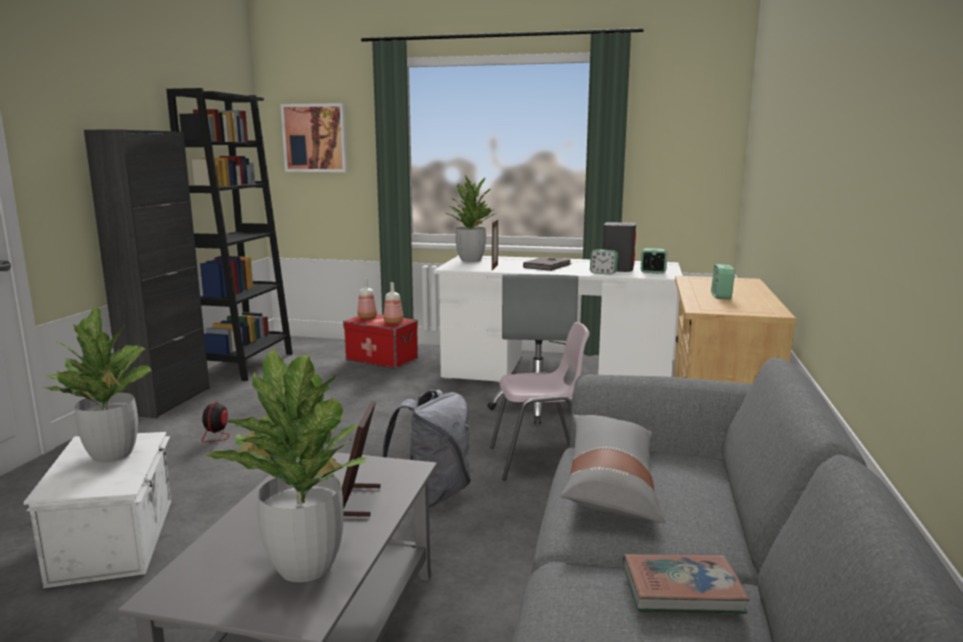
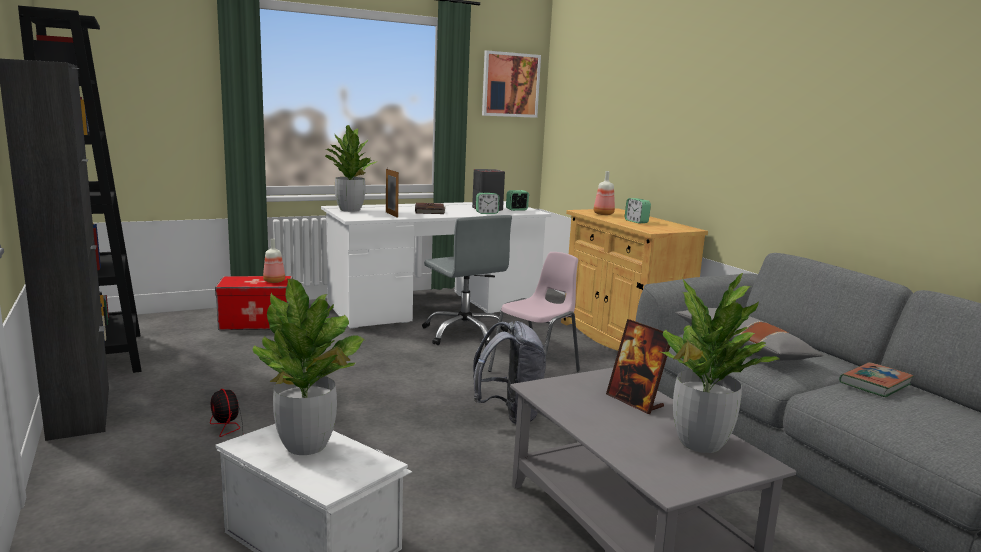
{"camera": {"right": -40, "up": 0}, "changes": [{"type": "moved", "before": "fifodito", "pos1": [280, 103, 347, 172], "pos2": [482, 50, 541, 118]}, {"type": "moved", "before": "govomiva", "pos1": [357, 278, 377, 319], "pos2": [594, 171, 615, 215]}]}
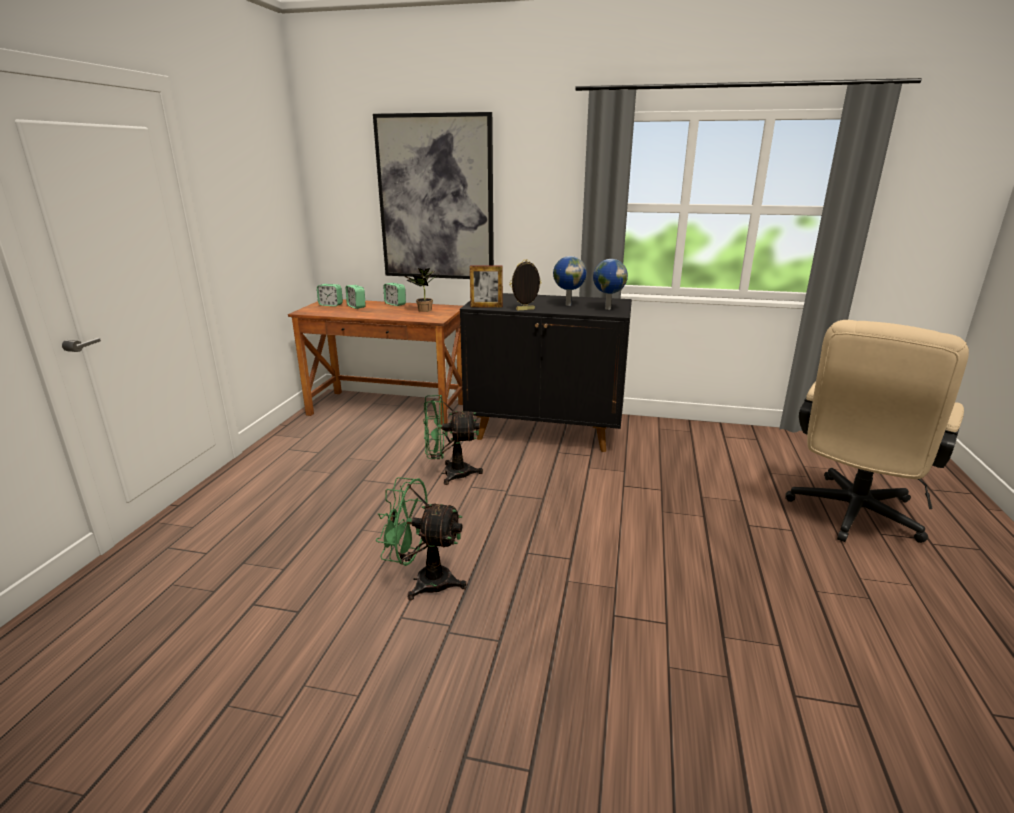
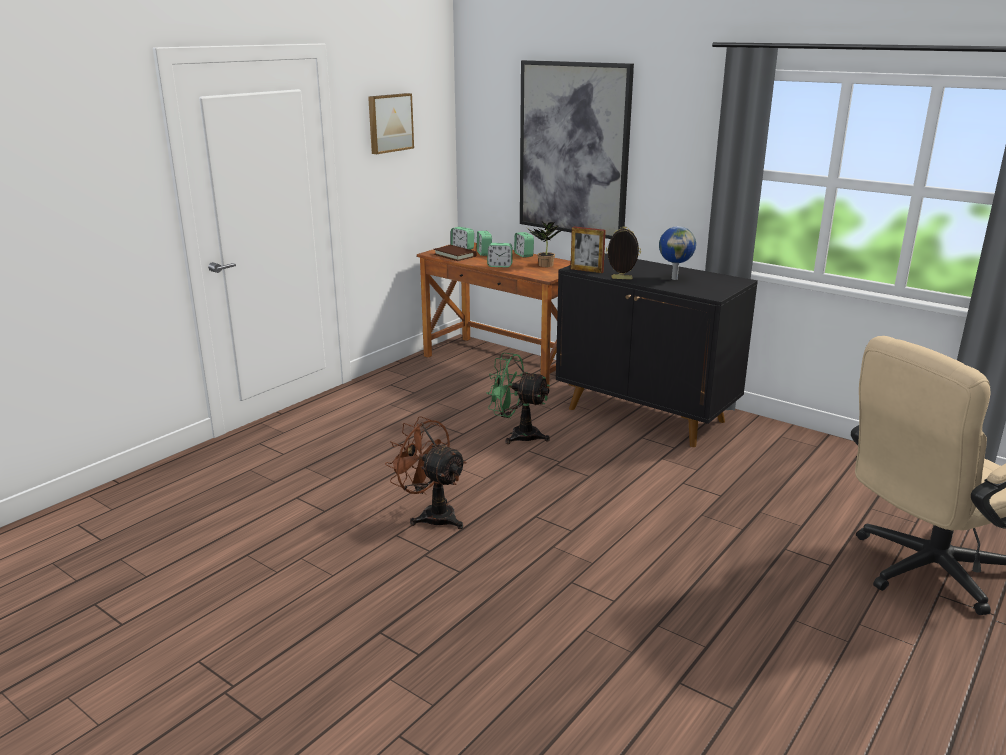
{"camera": {"right": 25, "up": 0}, "changes": [{"type": "added", "after": "fifodito", "pos2": [368, 93, 414, 154]}, {"type": "recoloured", "before": "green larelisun", "after": "brown larelisun", "pos1": [376, 477, 467, 600], "pos2": [385, 416, 467, 529]}, {"type": "added", "after": "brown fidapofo", "pos2": [434, 245, 476, 261]}, {"type": "added", "after": "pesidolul", "pos2": [487, 243, 513, 267]}, {"type": "removed", "before": "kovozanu", "pos1": [593, 259, 628, 310]}]}
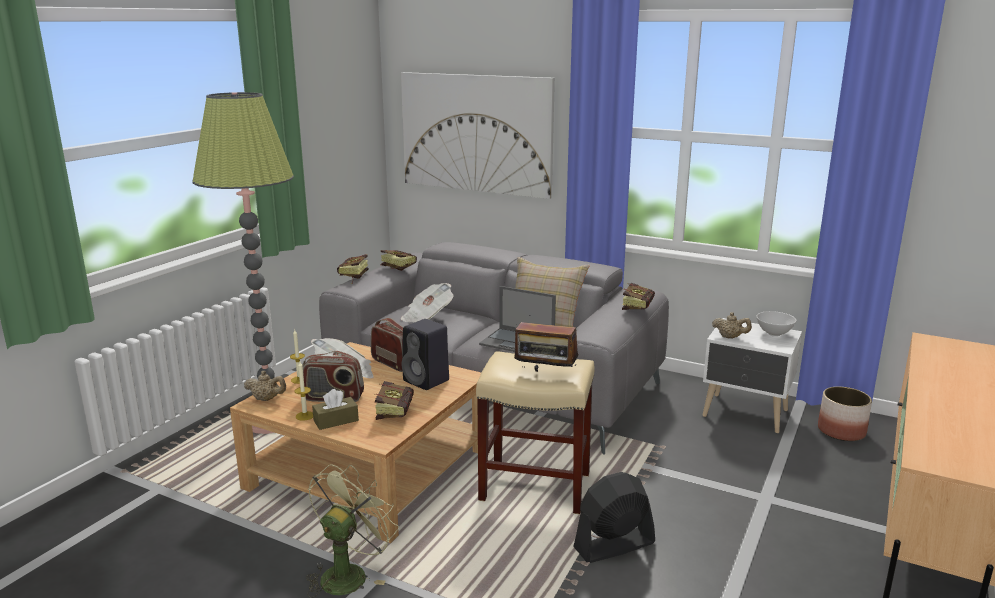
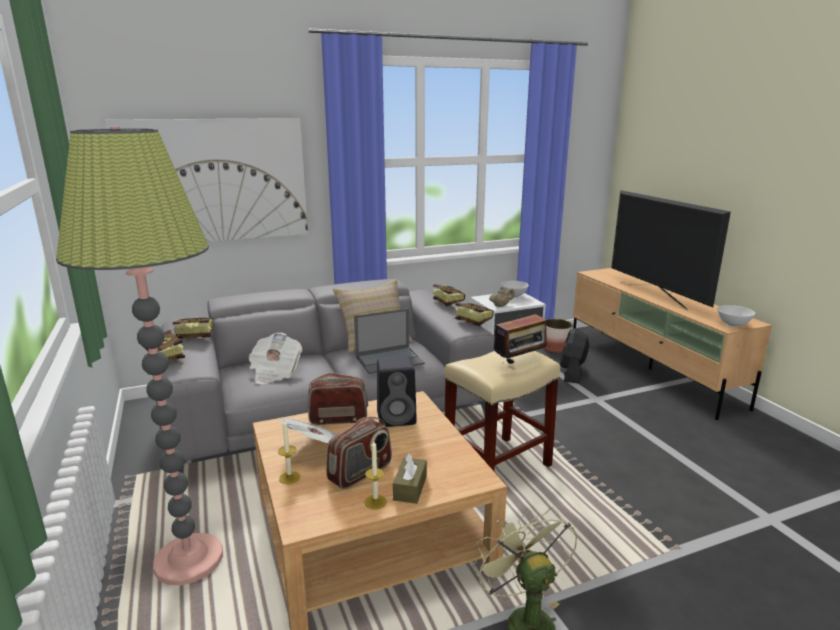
{"camera": {"right": -50, "up": 0}, "changes": [{"type": "moved", "before": "fidapofo", "pos1": [375, 381, 414, 420], "pos2": [454, 303, 494, 326]}, {"type": "moved", "before": "black larelisun", "pos1": [573, 472, 655, 563], "pos2": [560, 328, 590, 384]}, {"type": "added", "after": "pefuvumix", "pos2": [611, 190, 731, 310]}, {"type": "added", "after": "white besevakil", "pos2": [717, 305, 755, 327]}, {"type": "removed", "before": "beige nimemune", "pos1": [244, 371, 286, 401]}]}
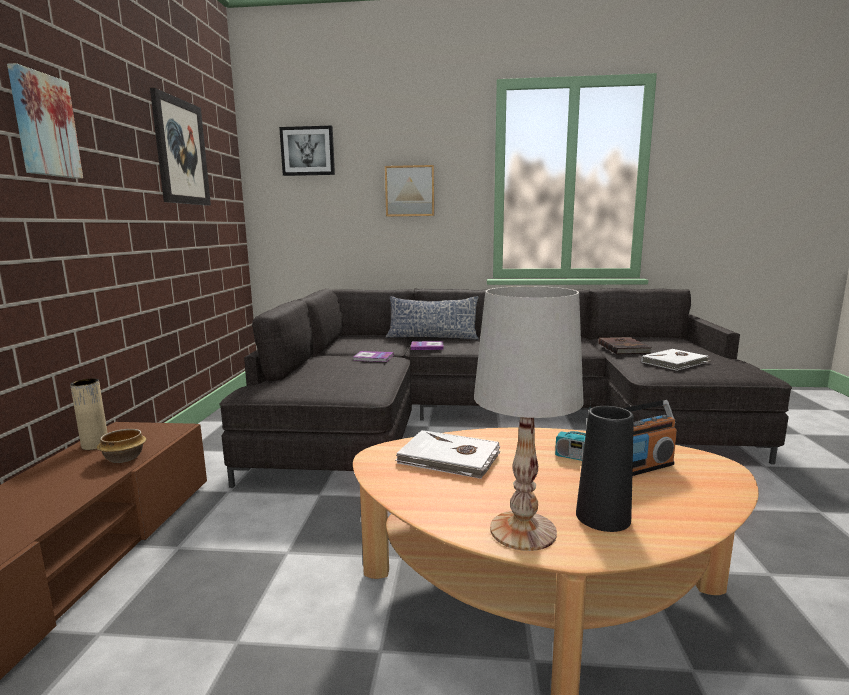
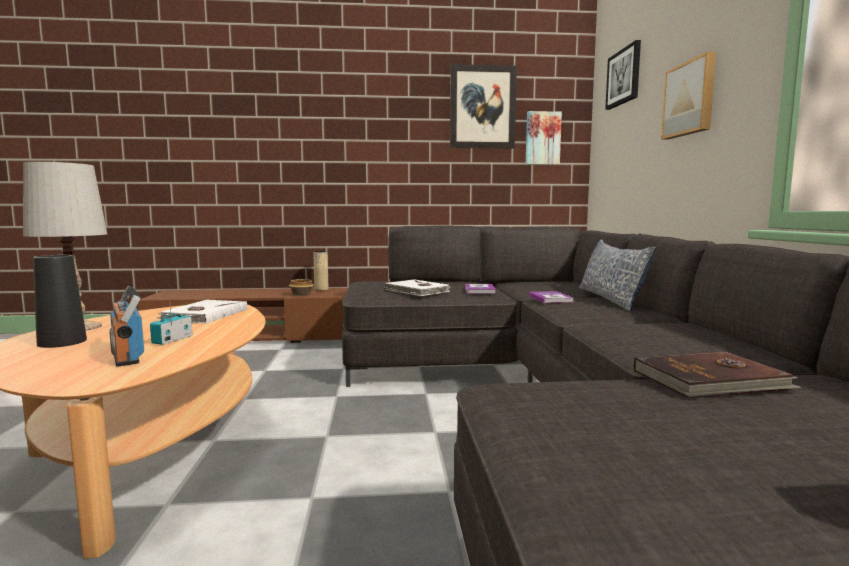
{"camera": {"right": 80, "up": -5}, "changes": [{"type": "moved", "before": "white fidapofo", "pos1": [641, 349, 710, 371], "pos2": [384, 279, 450, 296]}, {"type": "moved", "before": "fifodito", "pos1": [7, 63, 83, 179], "pos2": [526, 111, 562, 165]}]}
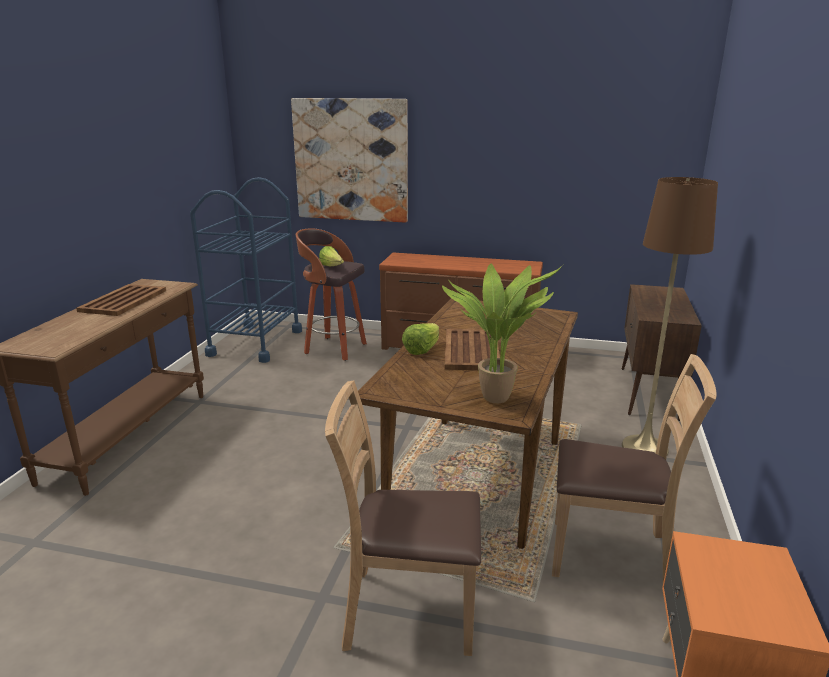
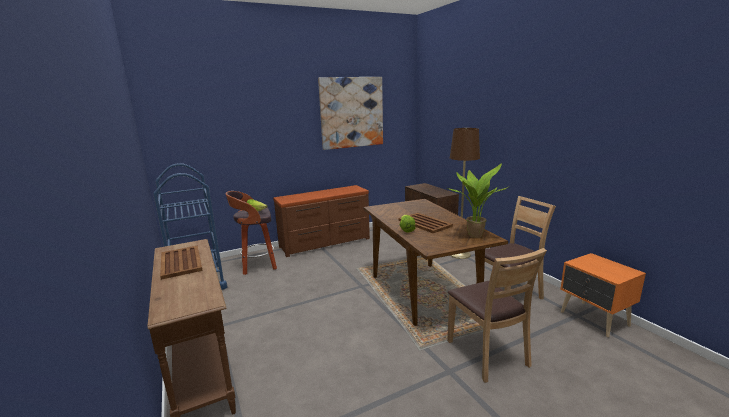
{"camera": {"right": -40, "up": -5}, "changes": [{"type": "moved", "before": "fifodito", "pos1": [291, 98, 408, 223], "pos2": [318, 77, 383, 150]}, {"type": "turned", "before": "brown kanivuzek", "pos1": [325, 381, 481, 656], "pos2": [447, 248, 547, 383], "turn": -75}]}
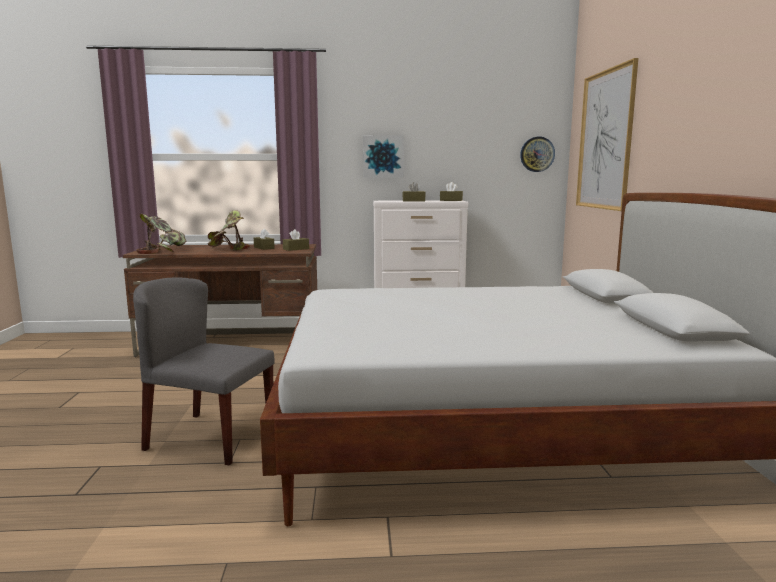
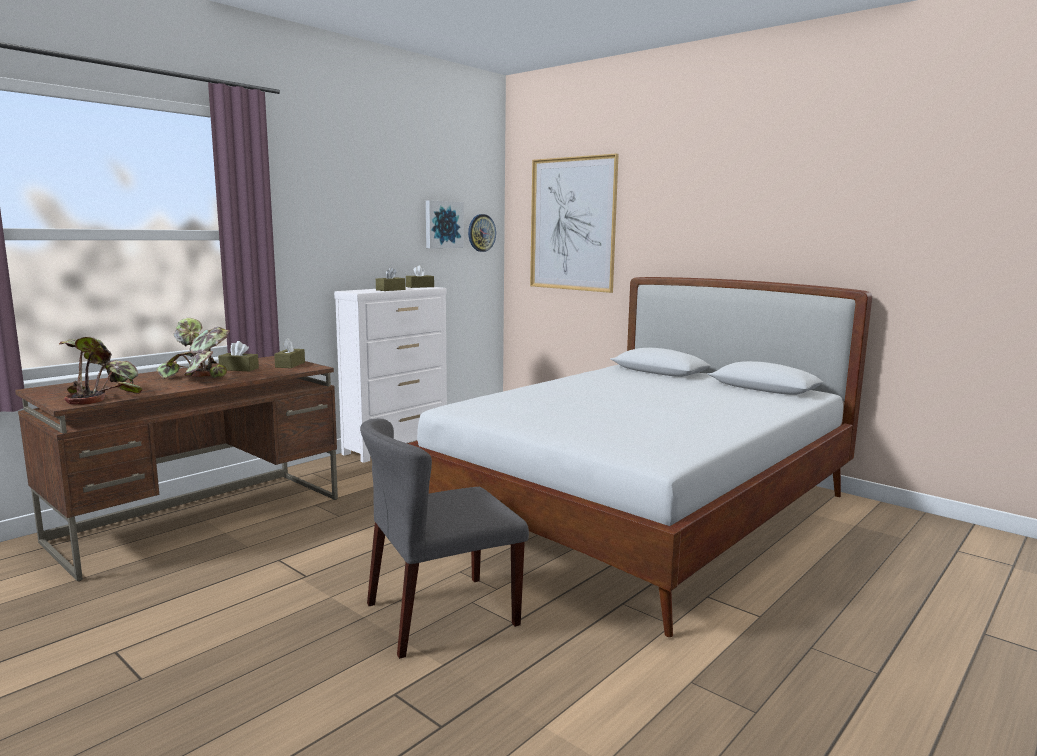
{"camera": {"right": -45, "up": 0}, "changes": [{"type": "moved", "before": "fifodito", "pos1": [363, 135, 404, 178], "pos2": [426, 200, 464, 248]}]}
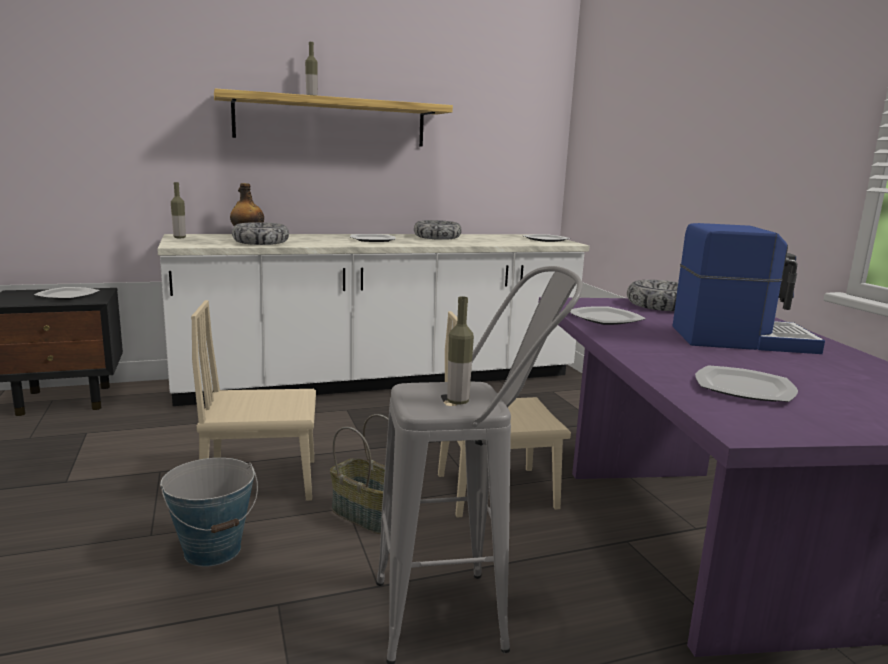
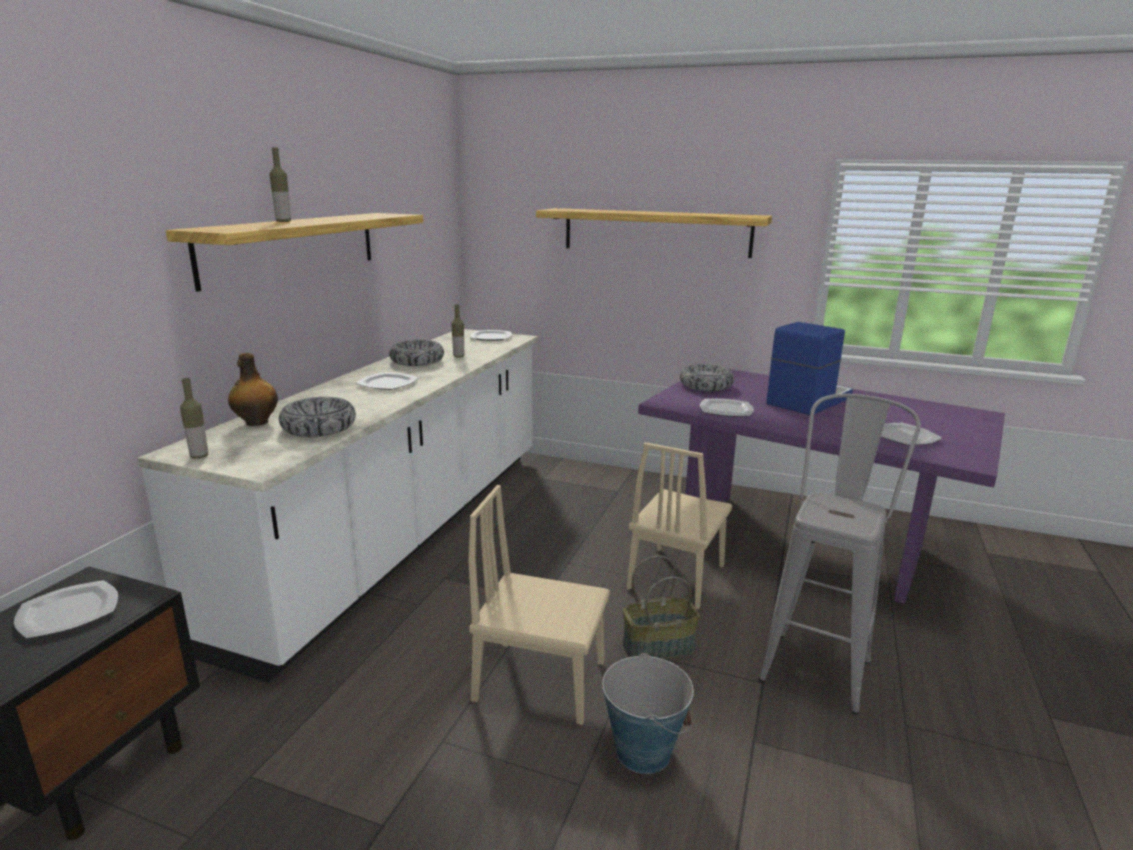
{"camera": {"right": -50, "up": 5}, "changes": [{"type": "moved", "before": "govomiva", "pos1": [447, 296, 474, 405], "pos2": [451, 304, 464, 358]}, {"type": "turned", "before": "beige kanivuzek", "pos1": [191, 300, 316, 501], "pos2": [468, 485, 610, 725], "turn": 75}, {"type": "added", "after": "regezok", "pos2": [536, 208, 772, 258]}]}
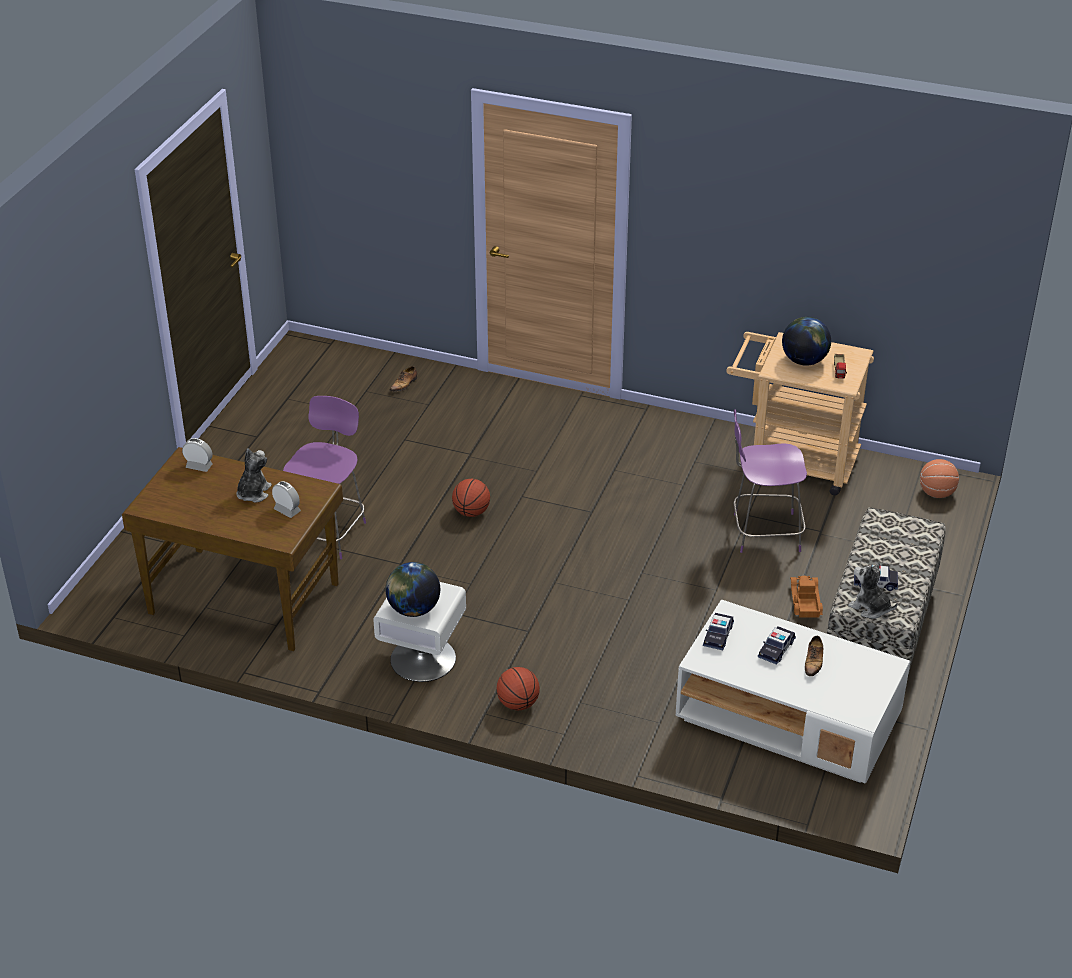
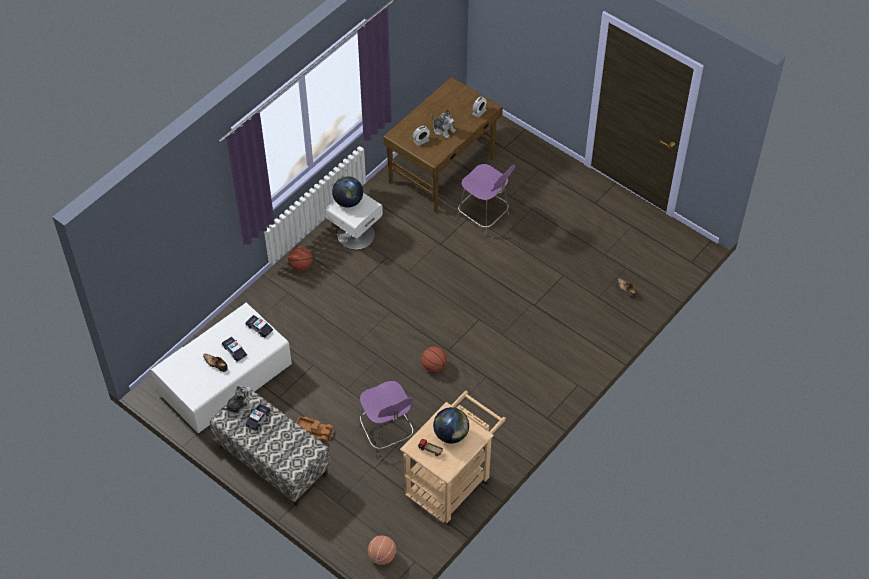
{"camera": {"right": 110, "up": 15}, "changes": [{"type": "turned", "before": "purple kanivuzek", "pos1": [733, 410, 807, 553], "pos2": [359, 381, 413, 457], "turn": 135}, {"type": "moved", "before": "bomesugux", "pos1": [452, 479, 490, 517], "pos2": [421, 346, 447, 372]}]}
